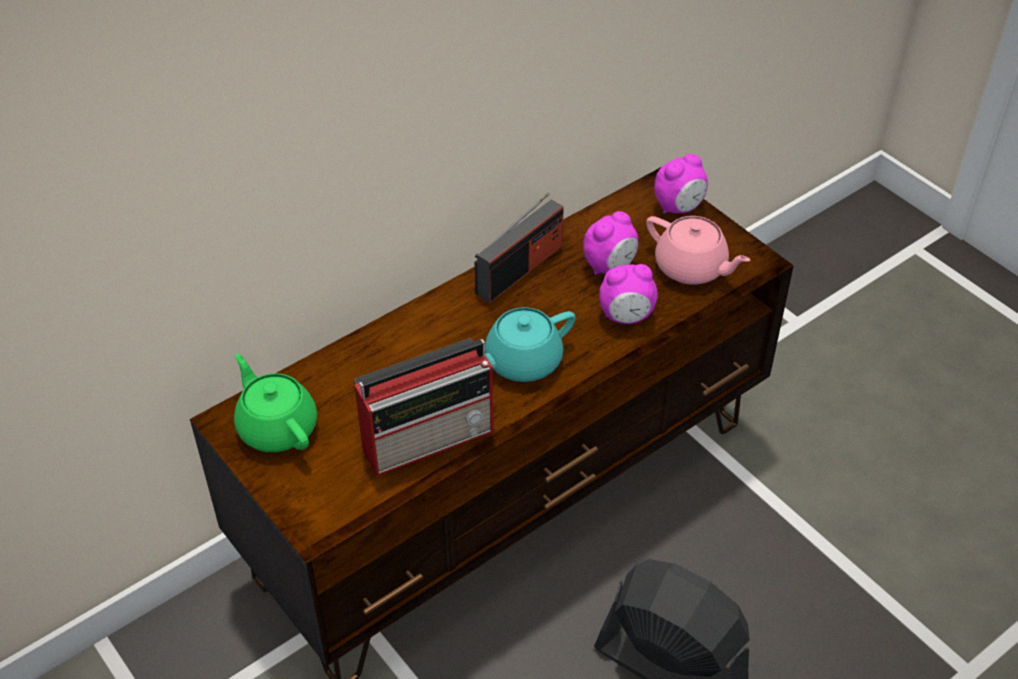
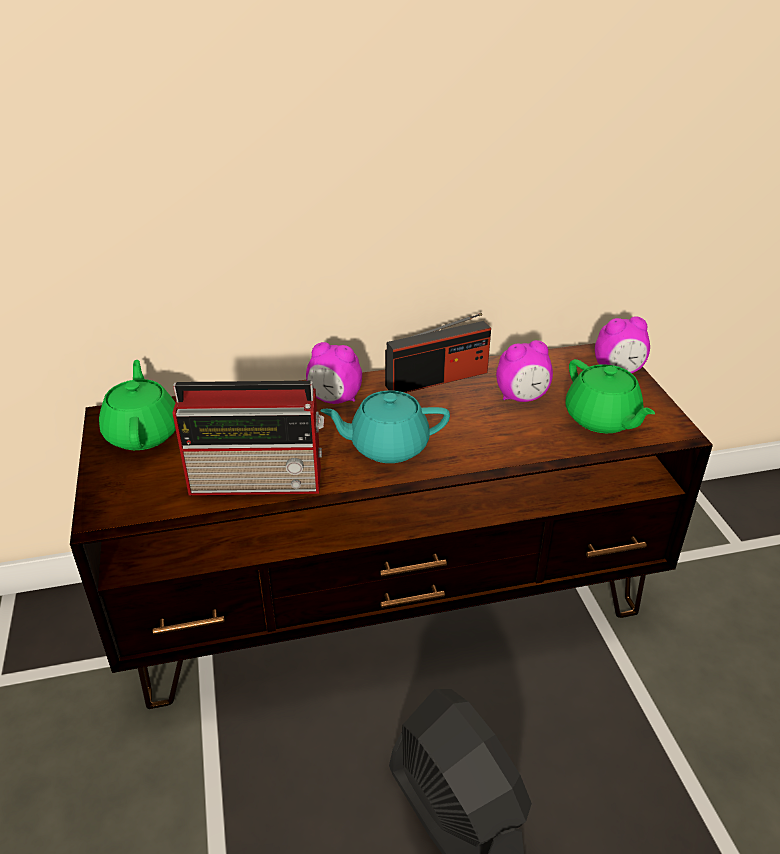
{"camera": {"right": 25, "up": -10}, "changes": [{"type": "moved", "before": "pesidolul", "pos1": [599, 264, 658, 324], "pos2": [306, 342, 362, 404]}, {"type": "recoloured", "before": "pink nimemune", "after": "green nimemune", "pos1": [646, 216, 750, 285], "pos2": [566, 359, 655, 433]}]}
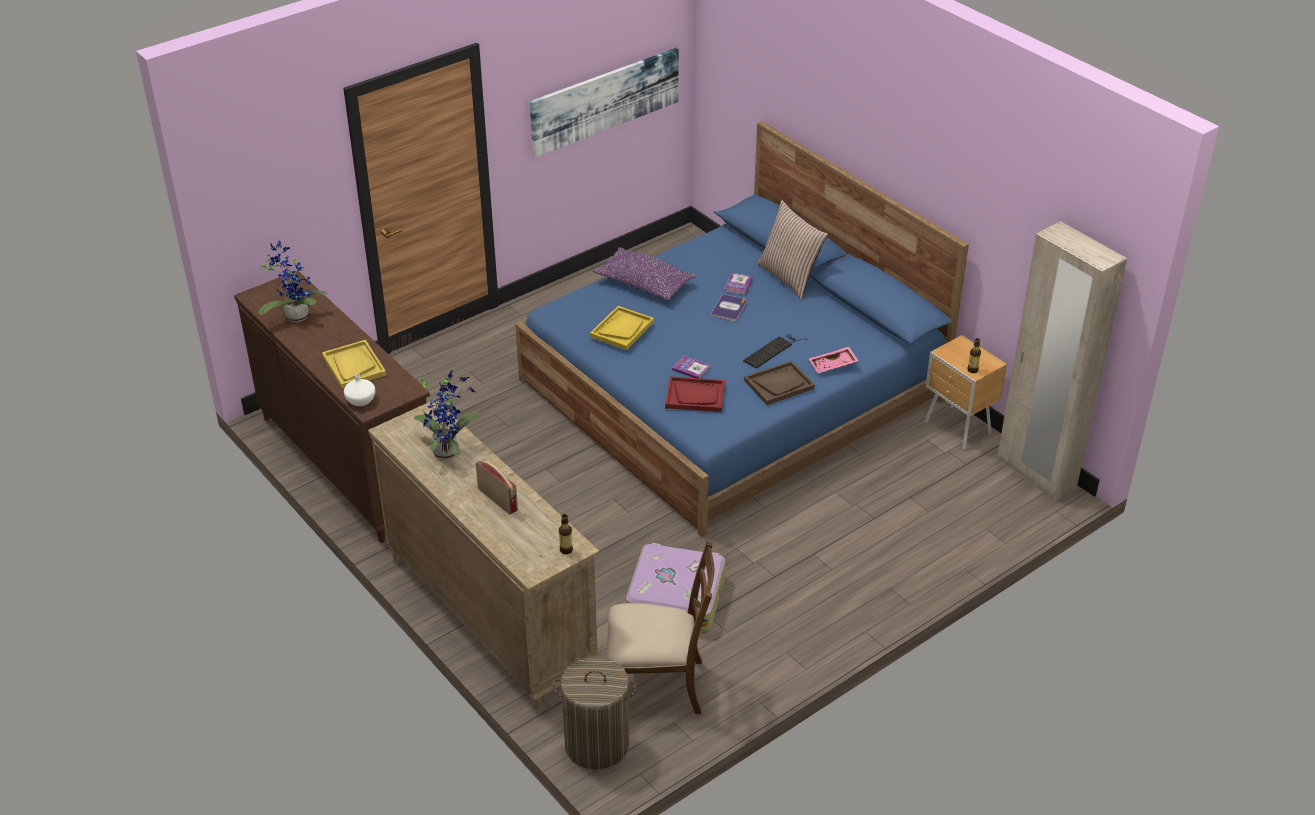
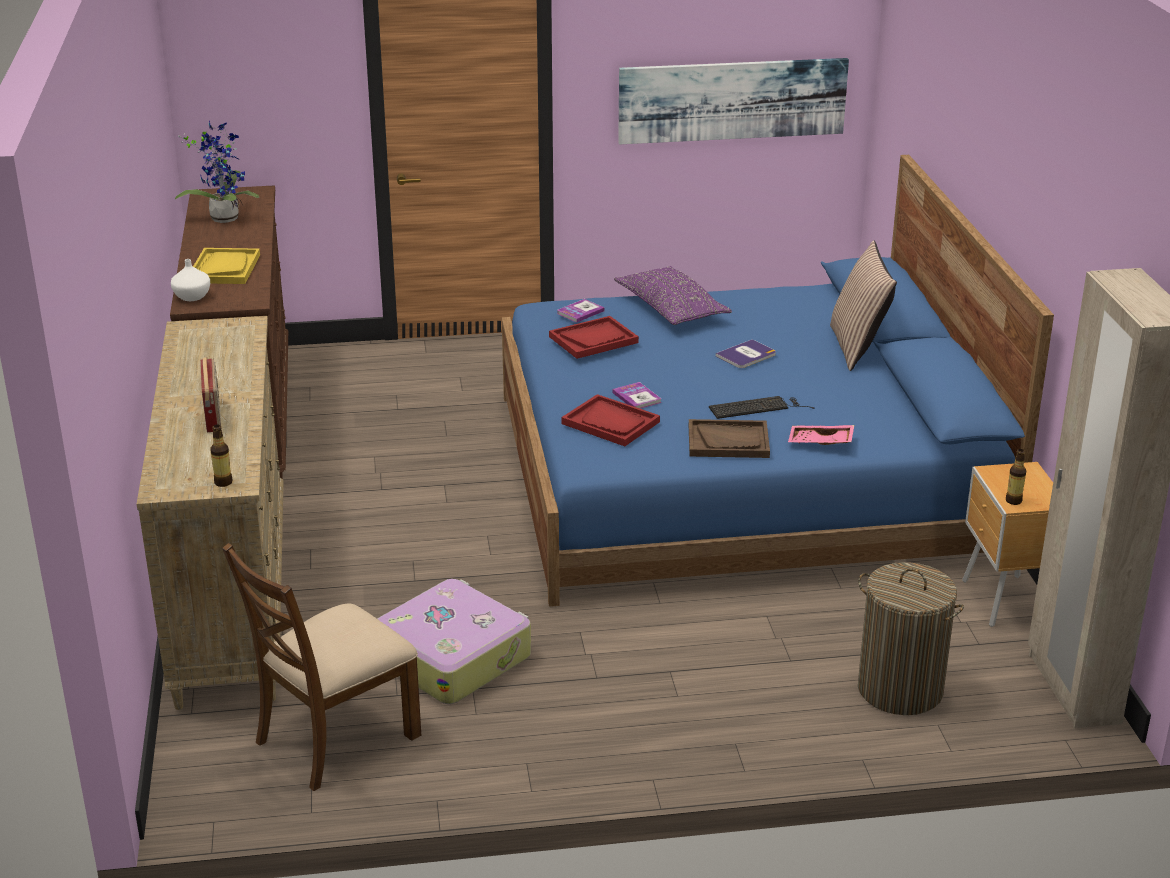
{"camera": {"right": 30, "up": -10}, "changes": [{"type": "turned", "before": "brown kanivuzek", "pos1": [606, 541, 714, 714], "pos2": [222, 543, 421, 791], "turn": 105}, {"type": "recoloured", "before": "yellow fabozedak", "after": "red fabozedak", "pos1": [590, 306, 654, 350], "pos2": [549, 316, 639, 359]}, {"type": "moved", "before": "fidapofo", "pos1": [725, 273, 753, 295], "pos2": [557, 299, 605, 323]}, {"type": "moved", "before": "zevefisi", "pos1": [553, 656, 636, 770], "pos2": [858, 562, 964, 715]}, {"type": "removed", "before": "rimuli", "pos1": [413, 370, 481, 460]}]}
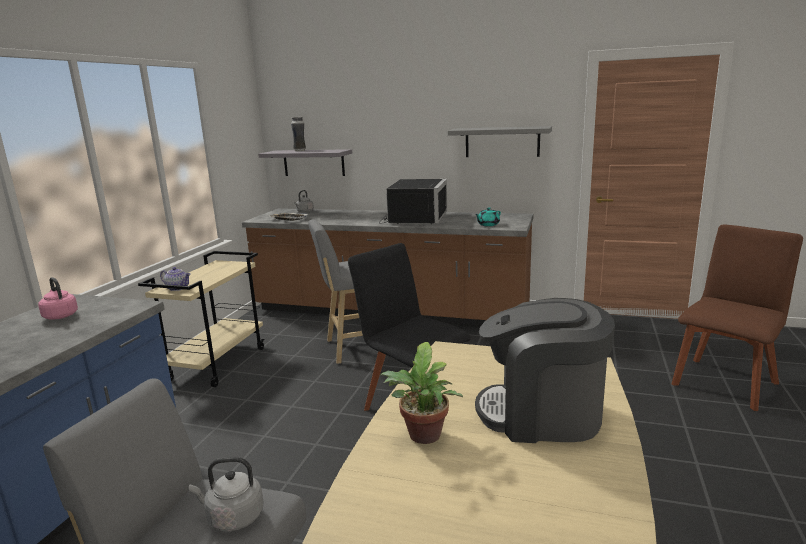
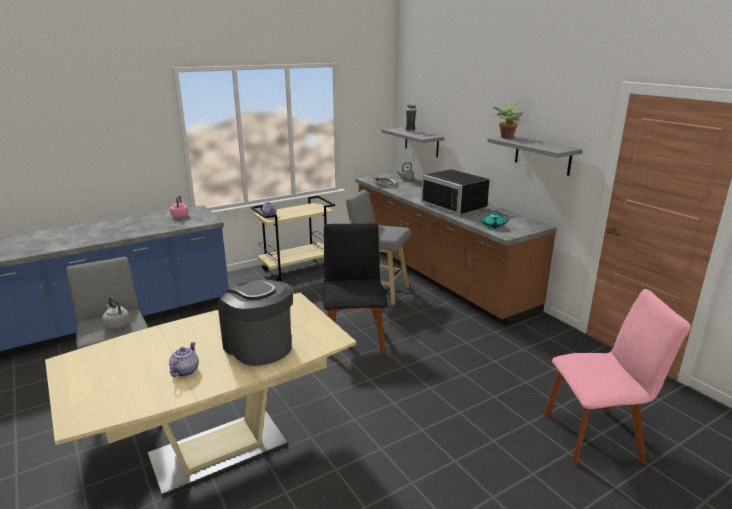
{"camera": {"right": 40, "up": 5}, "changes": [{"type": "added", "after": "nimemune", "pos2": [169, 342, 199, 377]}, {"type": "turned", "before": "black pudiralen", "pos1": [379, 179, 447, 224], "pos2": [421, 169, 490, 215], "turn": 90}, {"type": "moved", "before": "rimuli", "pos1": [380, 342, 463, 444], "pos2": [494, 103, 522, 139]}, {"type": "recoloured", "before": "brown kanivuzek", "after": "pink kanivuzek", "pos1": [672, 225, 803, 411], "pos2": [544, 289, 691, 466]}]}
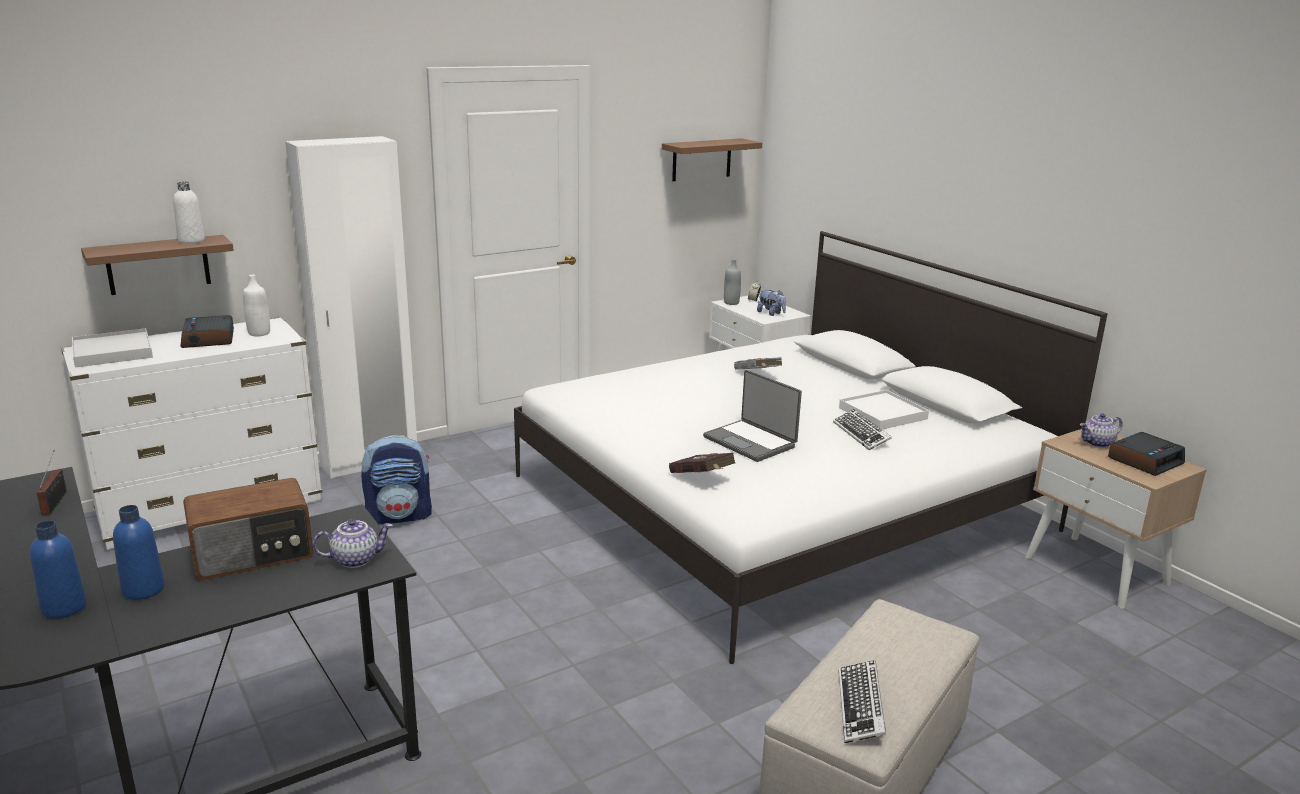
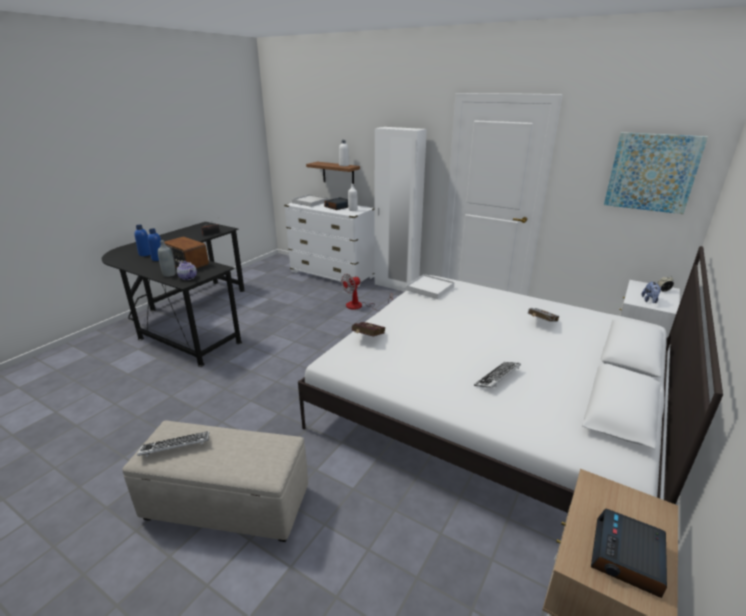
{"camera": {"right": 65, "up": 5}, "changes": [{"type": "moved", "before": "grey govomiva", "pos1": [724, 259, 741, 305], "pos2": [158, 240, 176, 277]}, {"type": "replaced", "before": "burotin", "after": "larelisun", "pos1": [361, 435, 432, 524], "pos2": [341, 274, 393, 311]}, {"type": "moved", "before": "white fabozedak", "pos1": [839, 390, 929, 429], "pos2": [406, 274, 455, 299]}, {"type": "turned", "before": "pesidolul", "pos1": [1108, 432, 1185, 476], "pos2": [591, 509, 667, 598], "turn": 90}, {"type": "replaced", "before": "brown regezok", "after": "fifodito", "pos1": [662, 138, 762, 181], "pos2": [604, 132, 708, 214]}, {"type": "removed", "before": "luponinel", "pos1": [703, 370, 802, 462]}, {"type": "removed", "before": "nimemune", "pos1": [1080, 413, 1123, 448]}]}
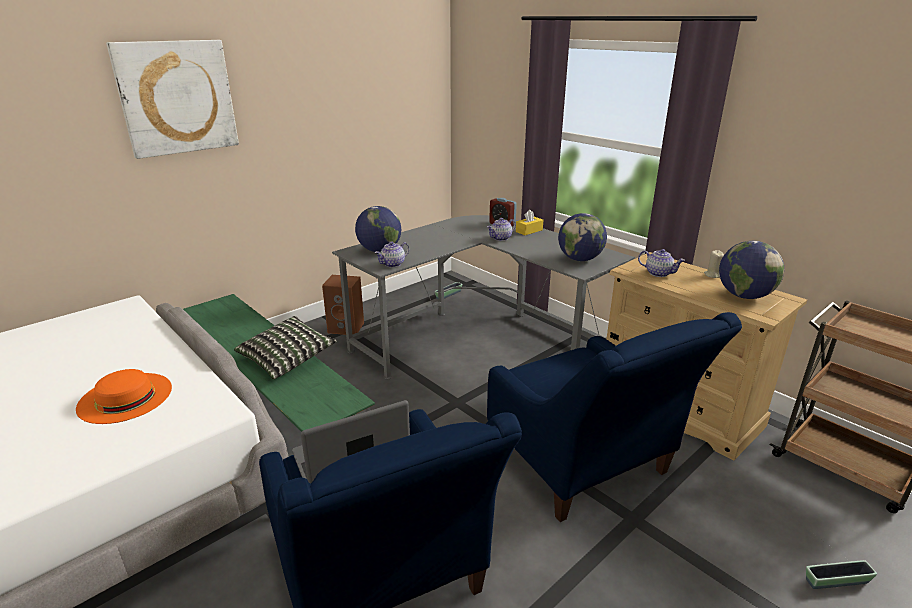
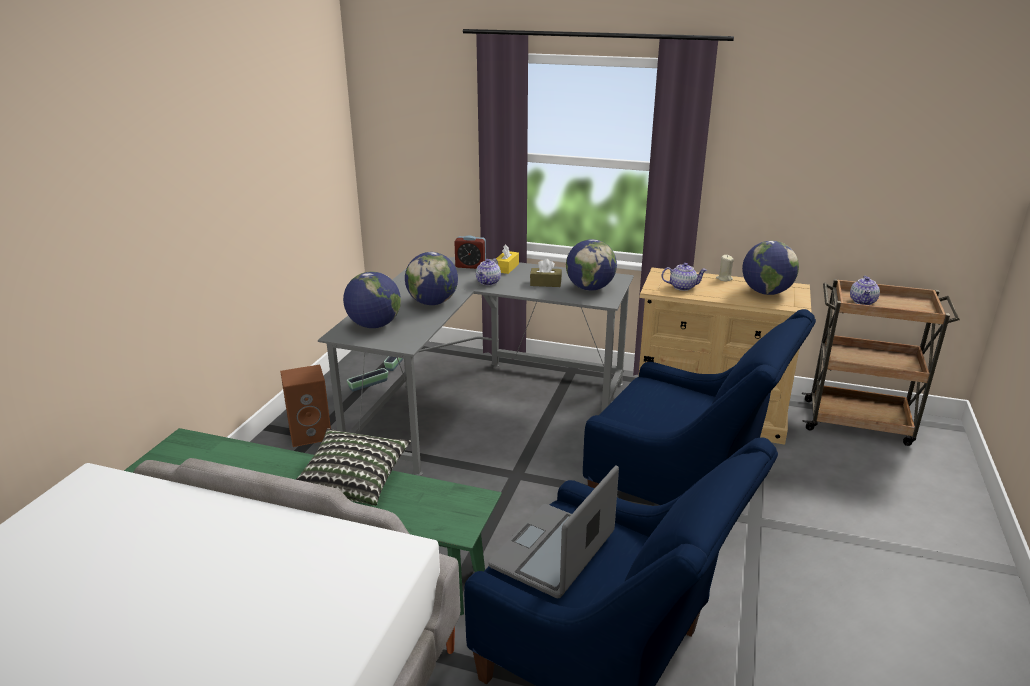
{"camera": {"right": -30, "up": 0}, "changes": [{"type": "moved", "before": "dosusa", "pos1": [806, 560, 877, 589], "pos2": [347, 368, 389, 392]}, {"type": "added", "after": "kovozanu", "pos2": [405, 252, 458, 305]}, {"type": "added", "after": "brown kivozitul", "pos2": [530, 259, 562, 287]}, {"type": "moved", "before": "nimemune", "pos1": [375, 242, 409, 267], "pos2": [850, 276, 880, 305]}, {"type": "removed", "before": "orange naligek", "pos1": [76, 369, 172, 424]}, {"type": "removed", "before": "fifodito", "pos1": [106, 40, 239, 159]}]}
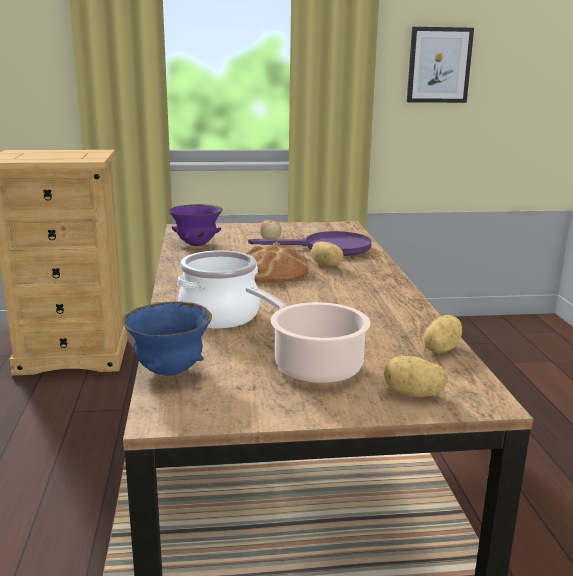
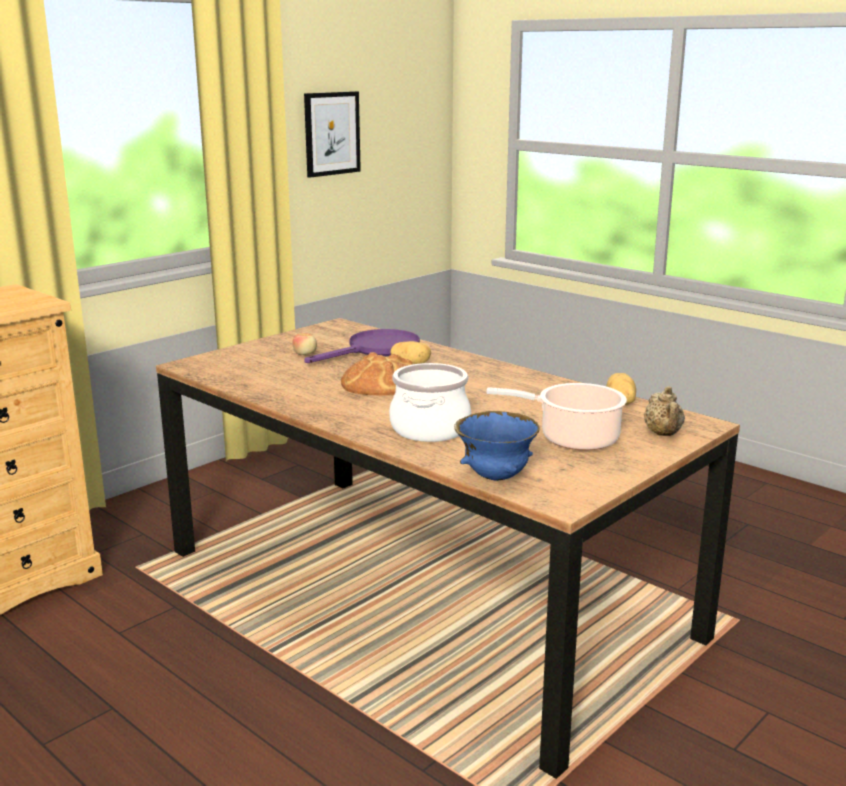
{"camera": {"right": -40, "up": 0}, "changes": [{"type": "replaced", "before": "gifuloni", "after": "beige nimemune", "pos1": [384, 356, 448, 397], "pos2": [644, 386, 685, 436]}, {"type": "removed", "before": "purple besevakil", "pos1": [169, 204, 223, 246]}]}
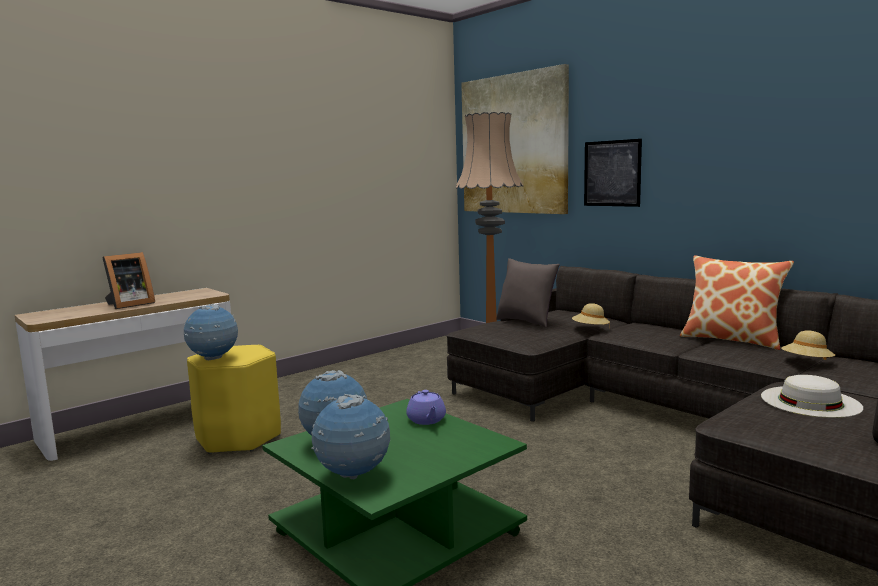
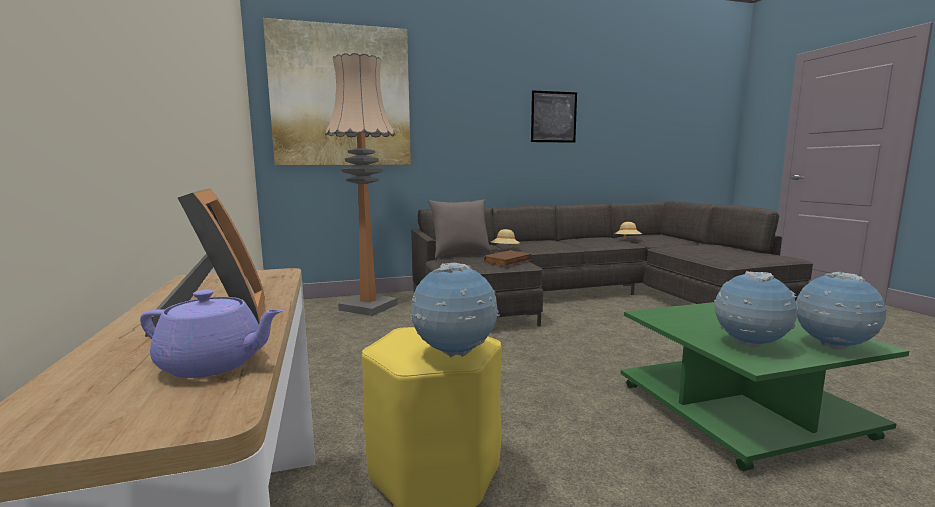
{"camera": {"right": -65, "up": 0}, "changes": [{"type": "moved", "before": "purple nimemune", "pos1": [406, 390, 446, 425], "pos2": [140, 290, 283, 378]}, {"type": "added", "after": "brown fidapofo", "pos2": [484, 250, 532, 266]}, {"type": "moved", "before": "fifodito", "pos1": [584, 139, 642, 207], "pos2": [531, 90, 577, 143]}, {"type": "removed", "before": "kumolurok", "pos1": [680, 255, 794, 350]}, {"type": "removed", "before": "white naligek", "pos1": [761, 375, 863, 418]}]}
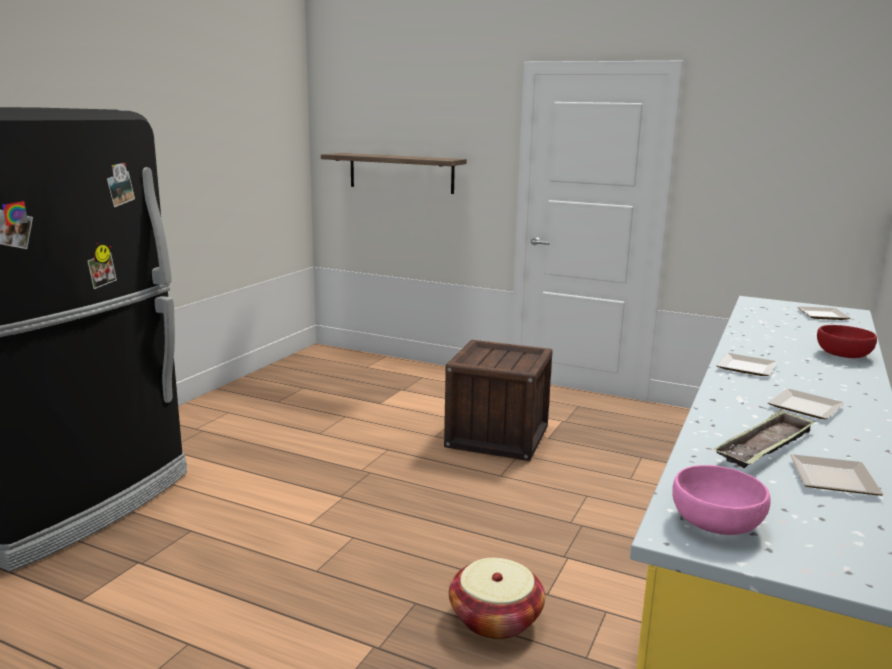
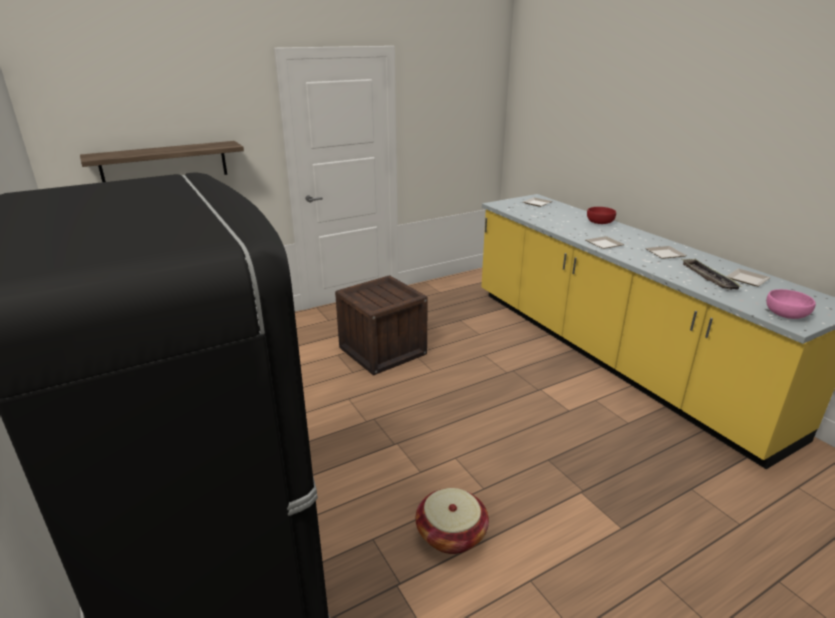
{"camera": {"right": -55, "up": 10}, "changes": [{"type": "moved", "before": "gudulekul", "pos1": [449, 558, 545, 640], "pos2": [416, 488, 489, 554]}]}
